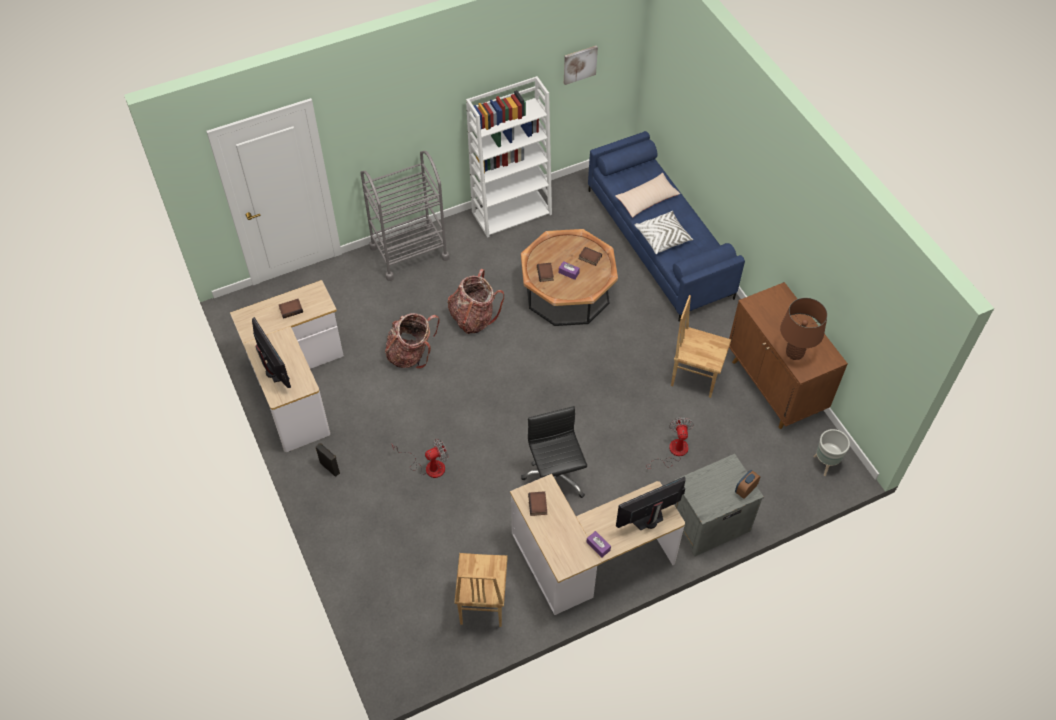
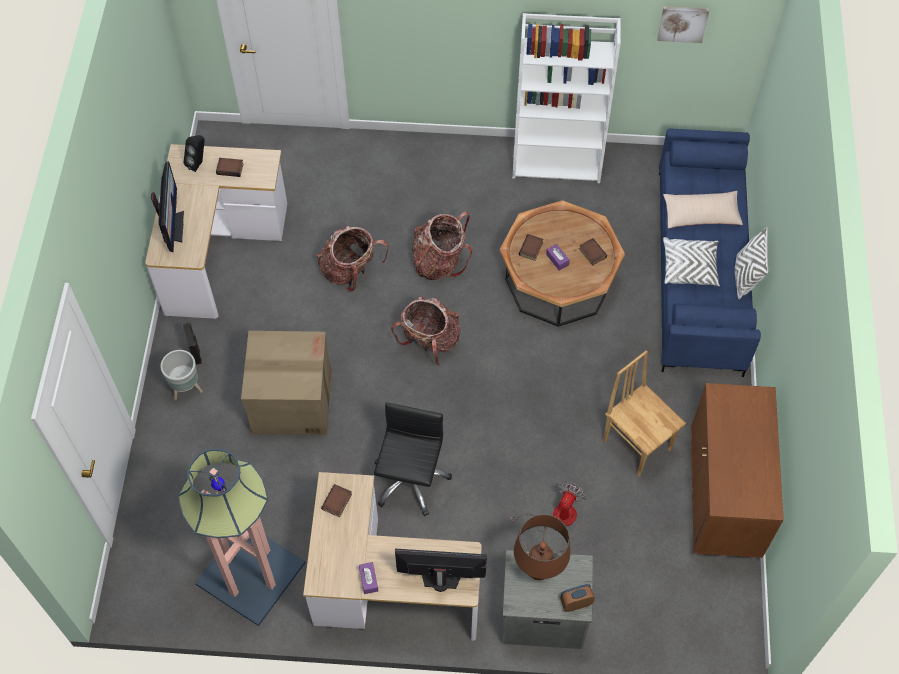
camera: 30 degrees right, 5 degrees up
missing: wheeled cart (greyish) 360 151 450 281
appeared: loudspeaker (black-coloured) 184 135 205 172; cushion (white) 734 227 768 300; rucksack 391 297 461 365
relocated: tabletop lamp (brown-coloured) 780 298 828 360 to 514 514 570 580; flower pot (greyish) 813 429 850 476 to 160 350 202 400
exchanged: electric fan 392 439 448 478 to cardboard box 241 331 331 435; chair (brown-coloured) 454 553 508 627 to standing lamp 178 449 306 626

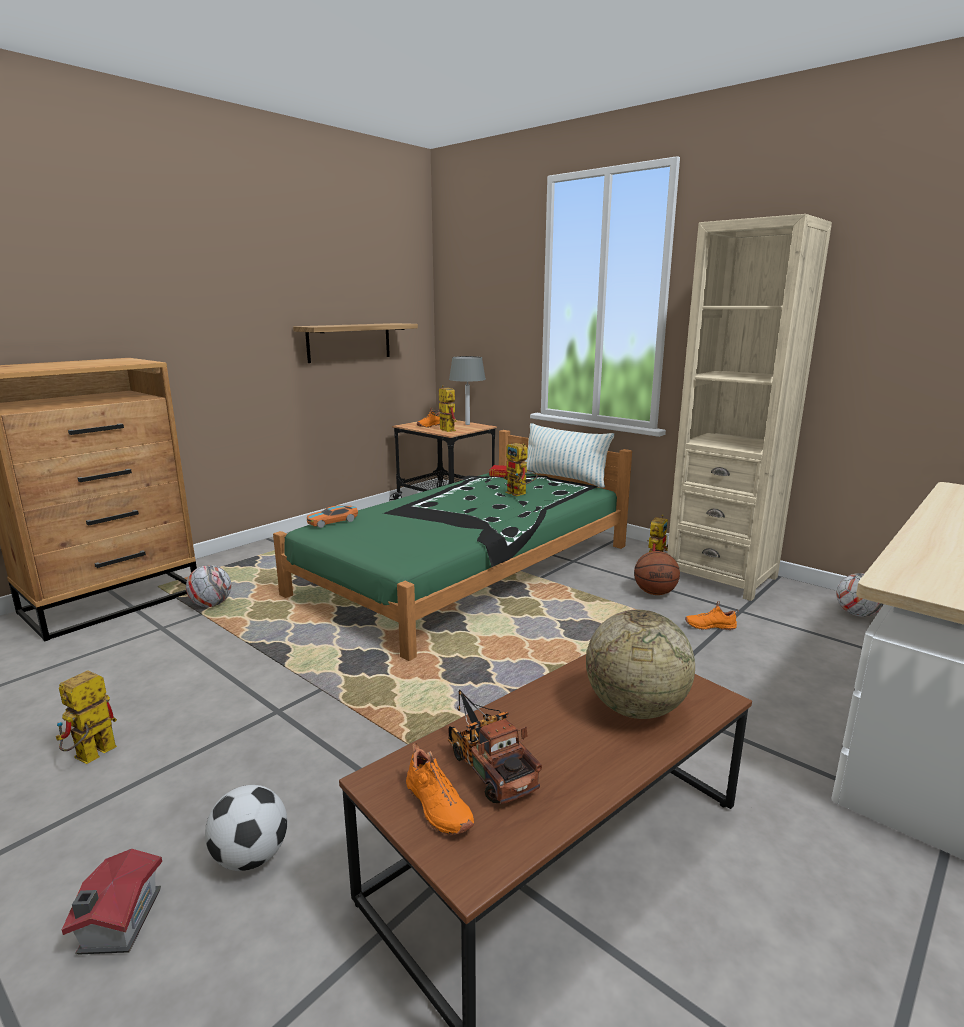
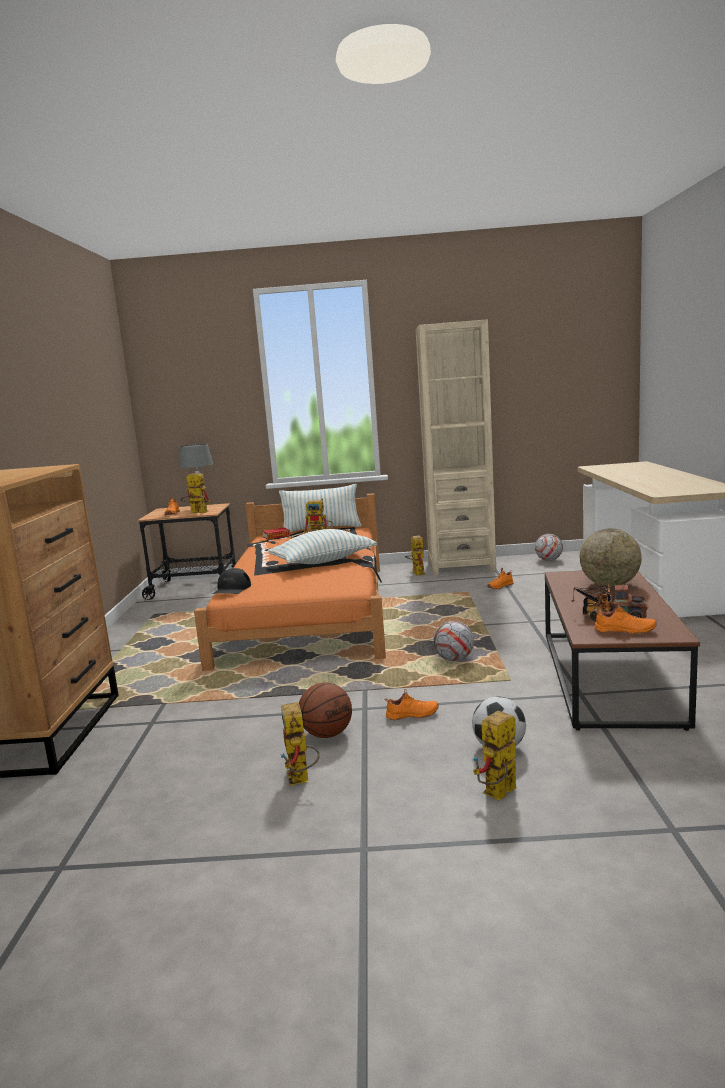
camera: 40 degrees left, 5 degrees down
missing: shelf 293 323 418 363
appeared: cushion 268 529 377 564; shoe (orangey) 385 689 439 720
relocated: basketball ball 634 551 680 595 to 299 682 352 738; football ball 186 565 231 607 to 433 621 474 661
exchanged: miniature car 307 505 358 528 to cap (black-coloured) 213 568 251 594; model house 62 849 162 955 to robot figure 473 711 516 800
colour: sleeping bed (green) 273 430 632 661 to sleeping bed (orangey) 194 493 386 671

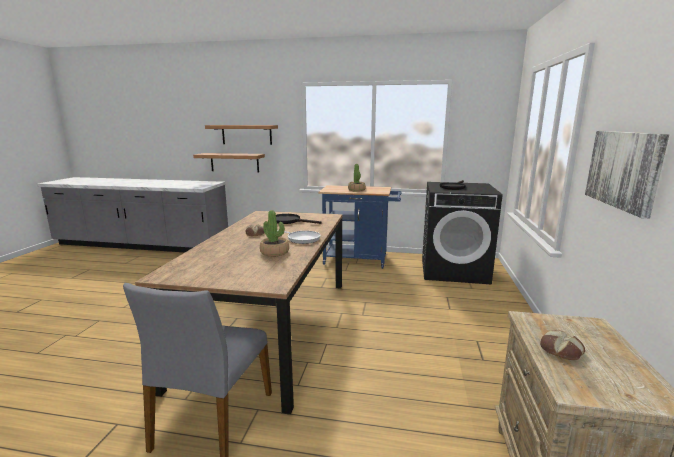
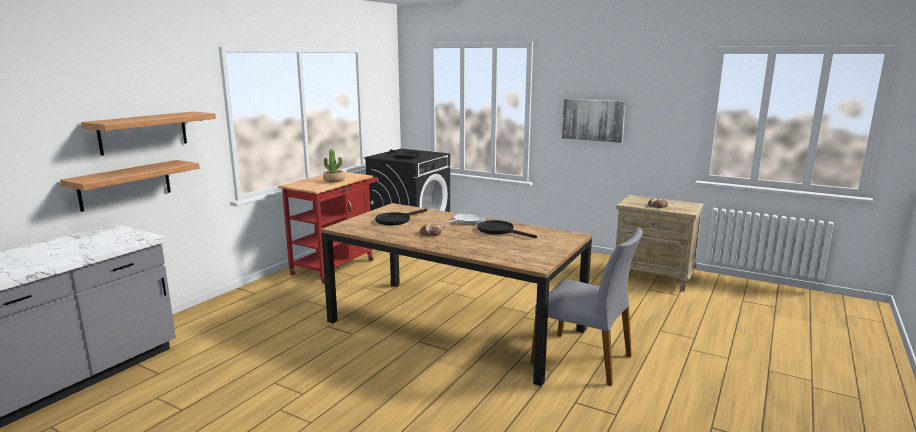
camera: 70 degrees left, 0 degrees up
exchanged: potted plant 260 210 289 257 to frying pan (black-coloured) 477 220 537 238
colour: wheeled cart (blue) 318 185 402 269 to wheeled cart (reddish) 278 172 379 283

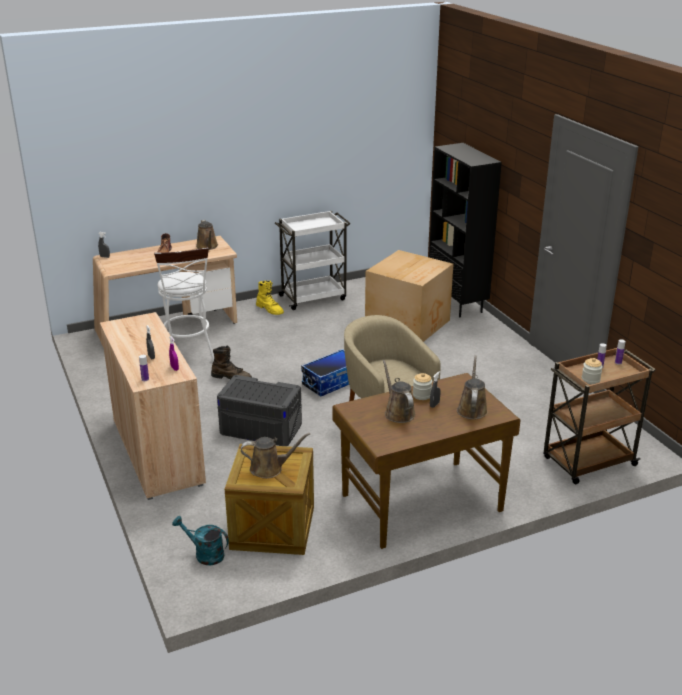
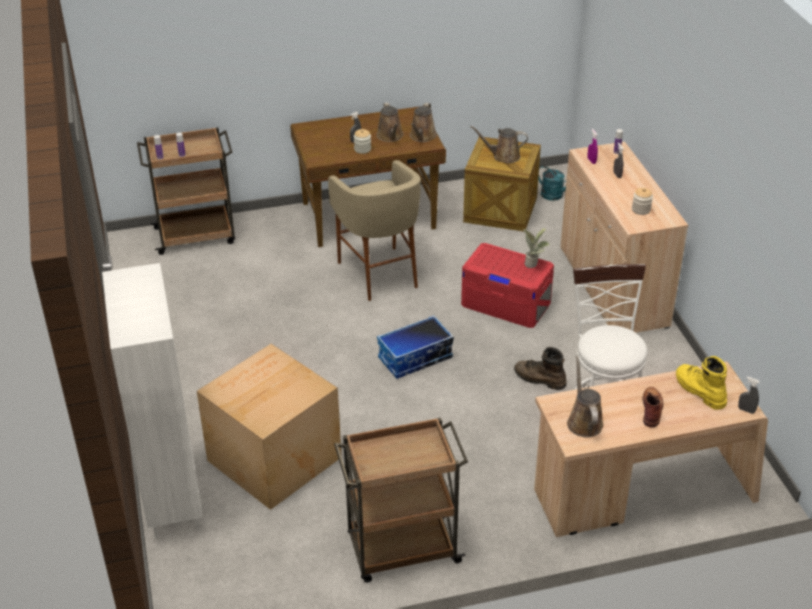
camera: 170 degrees left, 10 degrees up
appeared: potted plant 523 228 550 268
relocated: high-top boot (yellowish) 256 281 284 315 to 676 356 727 410; watering can (brown-coloured) 457 355 488 420 to 410 103 437 142; storage jar 582 358 603 385 to 632 188 653 215
colour: bookcase (black-coloured) 429 143 502 318 to bookcase (white) 102 263 202 539; wheeled cart (white) 275 211 351 310 to wheeled cart (brown-coloured) 334 417 468 582; storage box (greyish) 217 375 302 446 to storage box (reddish) 461 243 554 328

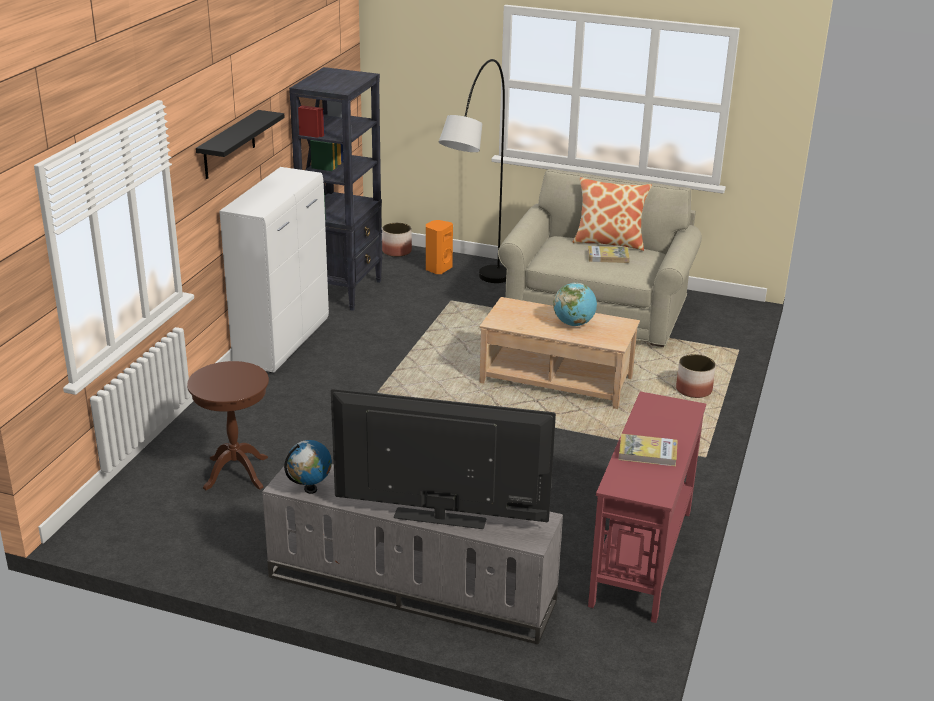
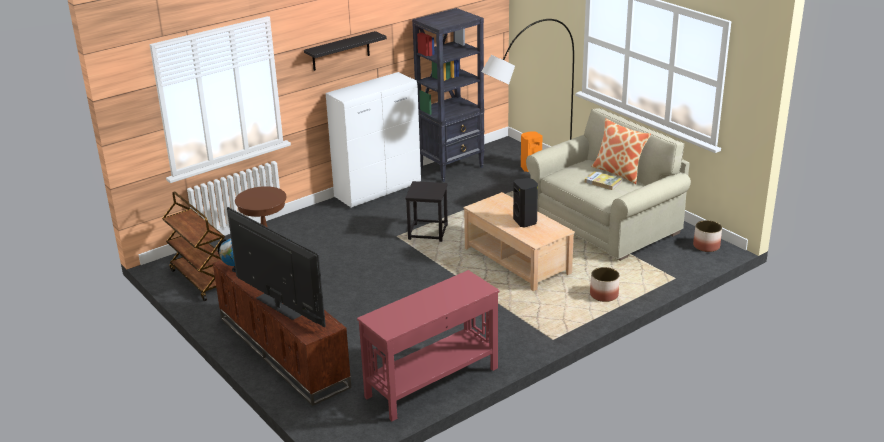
camera: 35 degrees right, 0 degrees up
missing: volume 618 434 678 466
appeared: stool (black-coloured) 405 181 448 242; wheeled cart (brown-coloured) 162 191 225 301
relocated: flower pot 382 223 412 257 to 693 220 722 252
exchanged: world globe 553 283 597 326 to loudspeaker (black-coloured) 513 178 538 228
colour: media console (greyish) 263 464 563 644 to media console (brown-coloured) 213 260 351 406

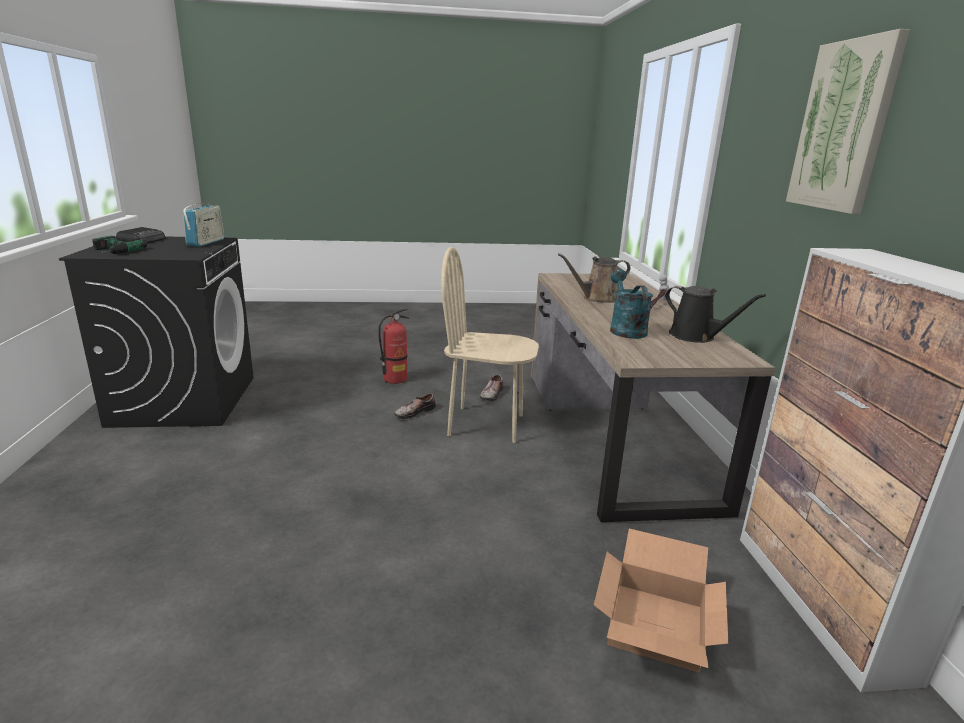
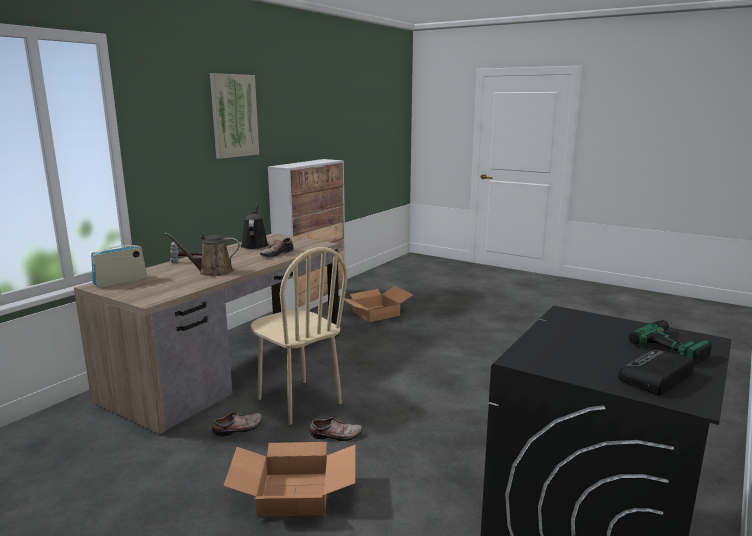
camera: 140 degrees left, 5 degrees down
relocated: radio 183 201 225 247 to 91 239 147 288
exchanged: watering can (blue-green) 610 270 653 339 to shoe 260 238 294 257; extinguisher 378 308 409 384 to cardboard box 223 442 355 517
spun: watering can (brown-coloured) 558 253 631 303 = 164 233 240 276 150 degrees clockwise

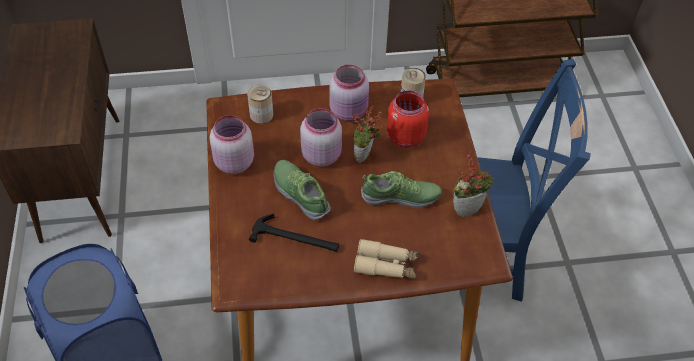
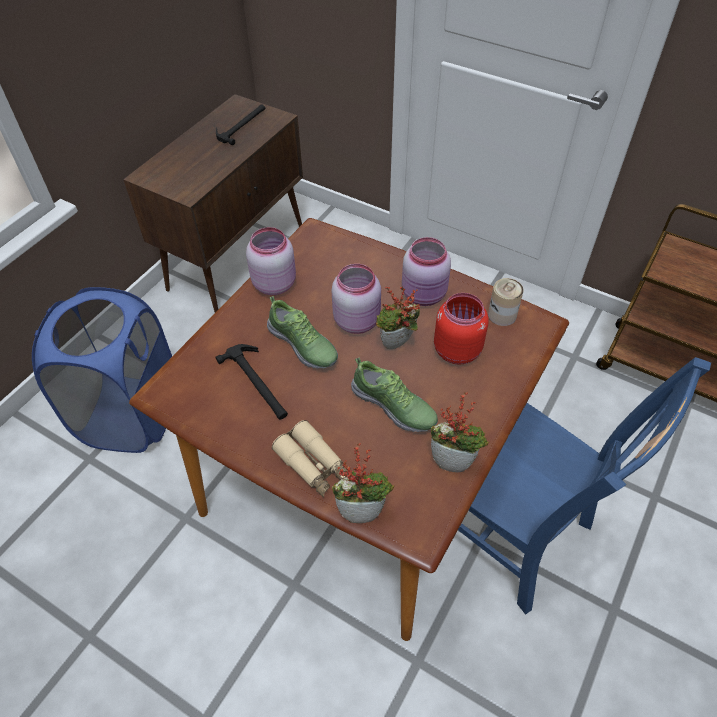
camera: 40 degrees right, 0 degrees up
missing: sealed can 247 84 273 124
appeared: tool hammer 216 104 265 145; potted plant 332 443 394 523
spun: shoe 273 160 331 221 = 267 296 338 369 135 degrees clockwise

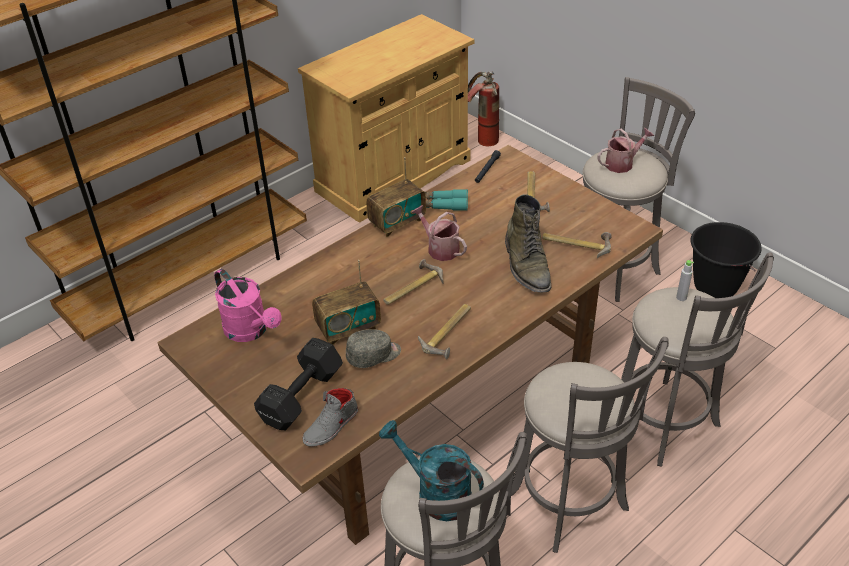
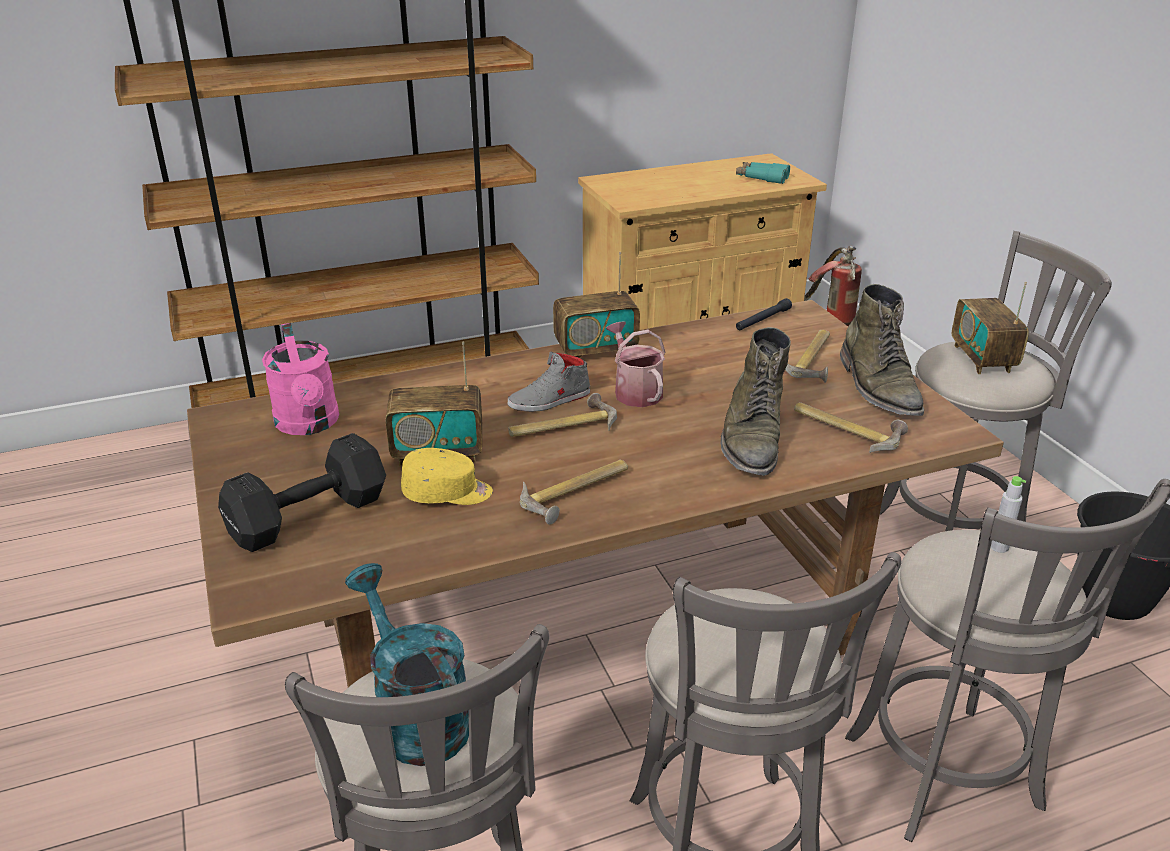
camera: 20 degrees right, 10 degrees down
appeared: high-top boot (green) 840 284 924 416
relocated: binoculars (blue-green) 425 189 468 211 to 736 162 790 184; shoe (greyish) 303 388 358 447 to 508 352 590 412
exchanged: watering can 598 128 654 173 to radio 952 282 1029 374
colour: cap (greyish) 346 329 401 368 to cap (yellowish) 401 448 493 505

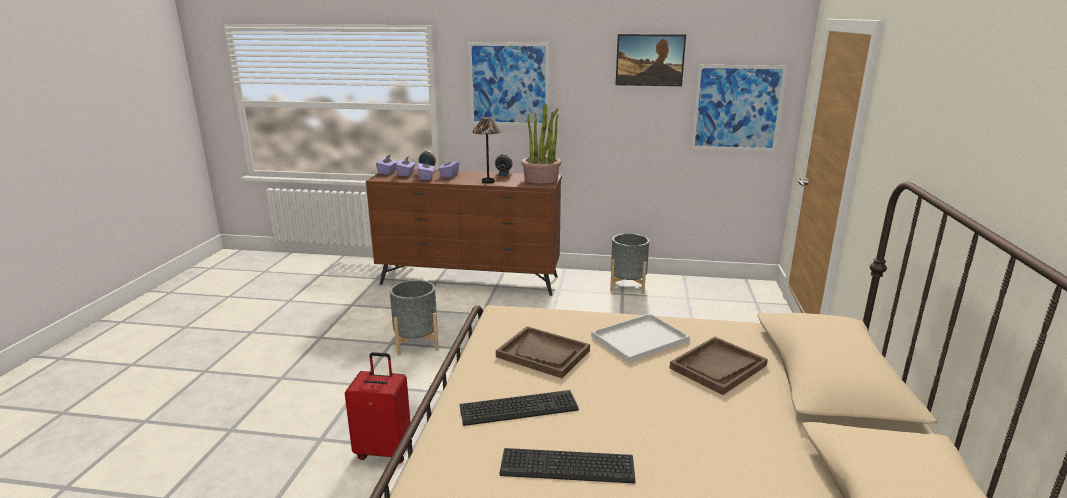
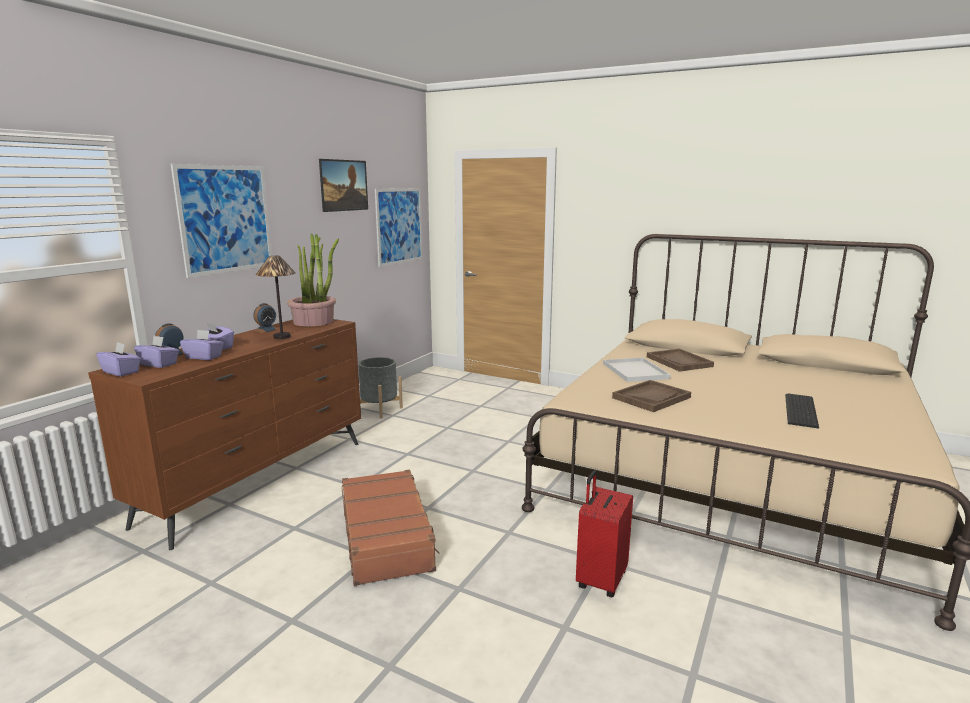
camera: 70 degrees left, 5 degrees down
missing: PC keyboard 460 390 579 426
exchanged: flower pot (greyish) 390 280 439 355 to piece of luggage (brown-coloured) 342 470 440 586

